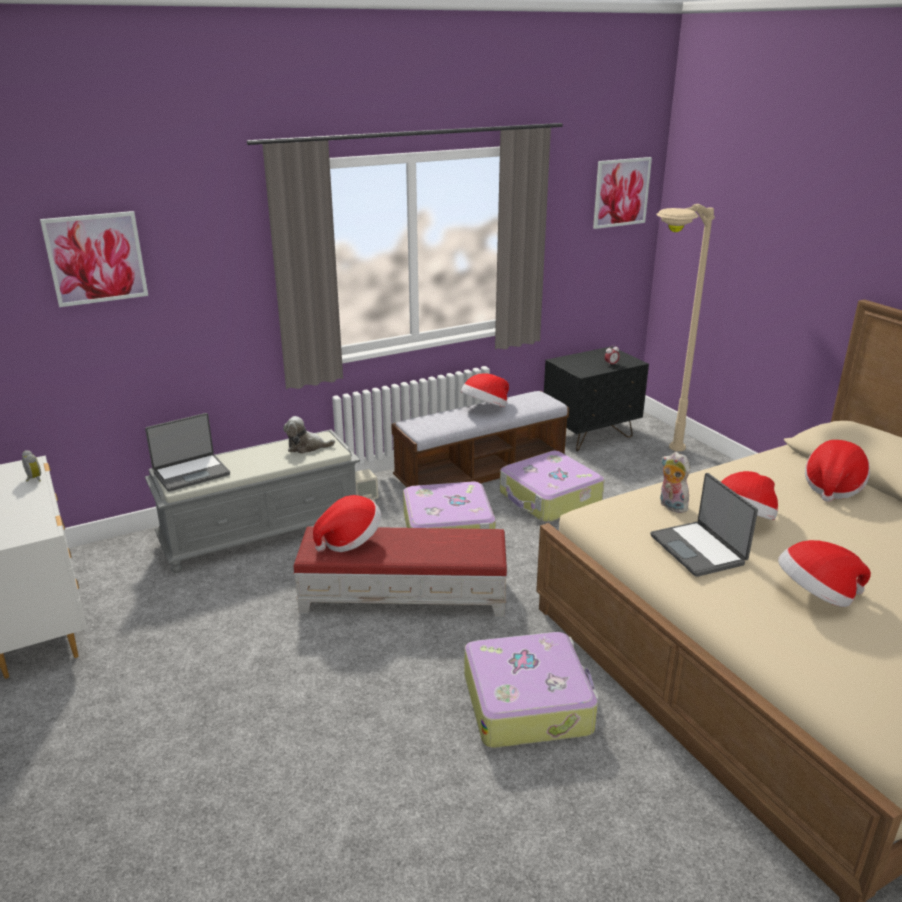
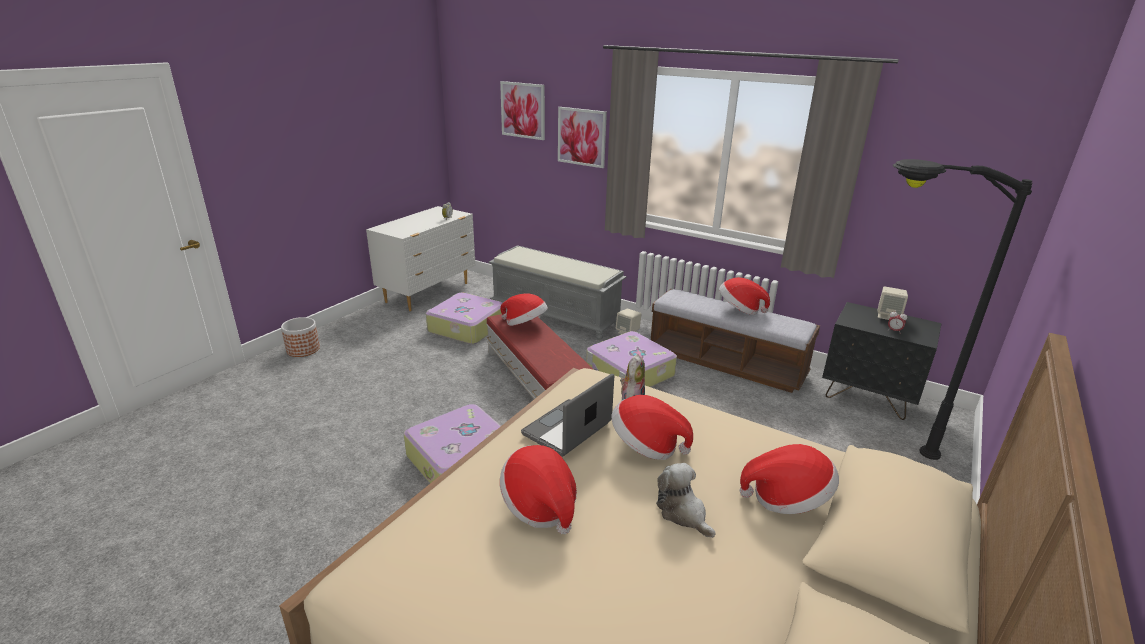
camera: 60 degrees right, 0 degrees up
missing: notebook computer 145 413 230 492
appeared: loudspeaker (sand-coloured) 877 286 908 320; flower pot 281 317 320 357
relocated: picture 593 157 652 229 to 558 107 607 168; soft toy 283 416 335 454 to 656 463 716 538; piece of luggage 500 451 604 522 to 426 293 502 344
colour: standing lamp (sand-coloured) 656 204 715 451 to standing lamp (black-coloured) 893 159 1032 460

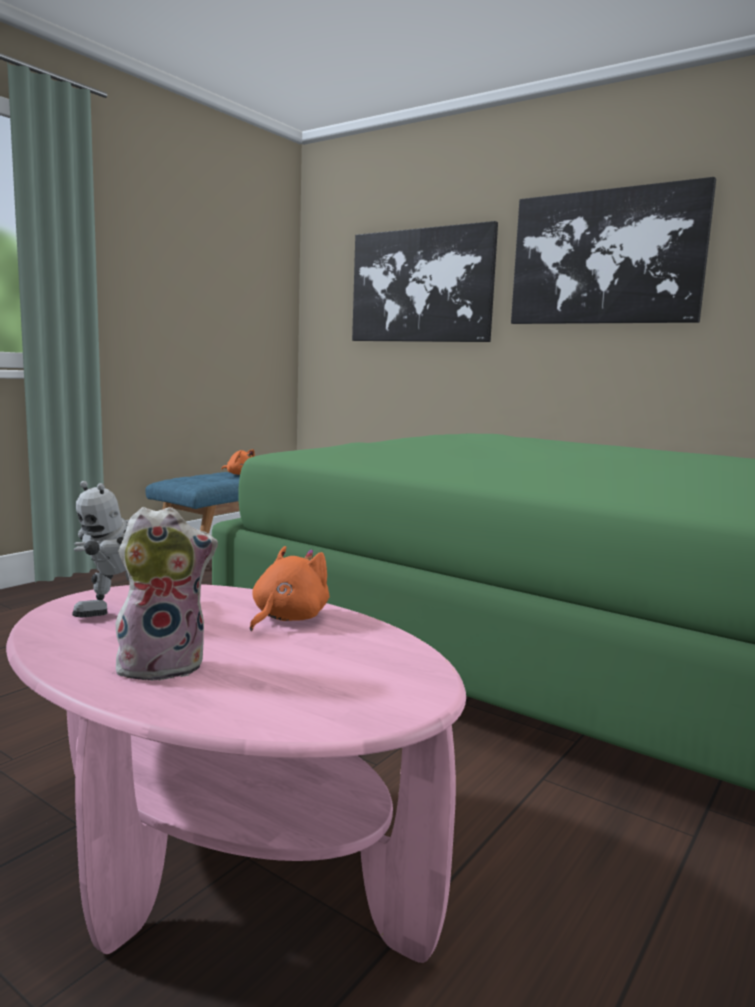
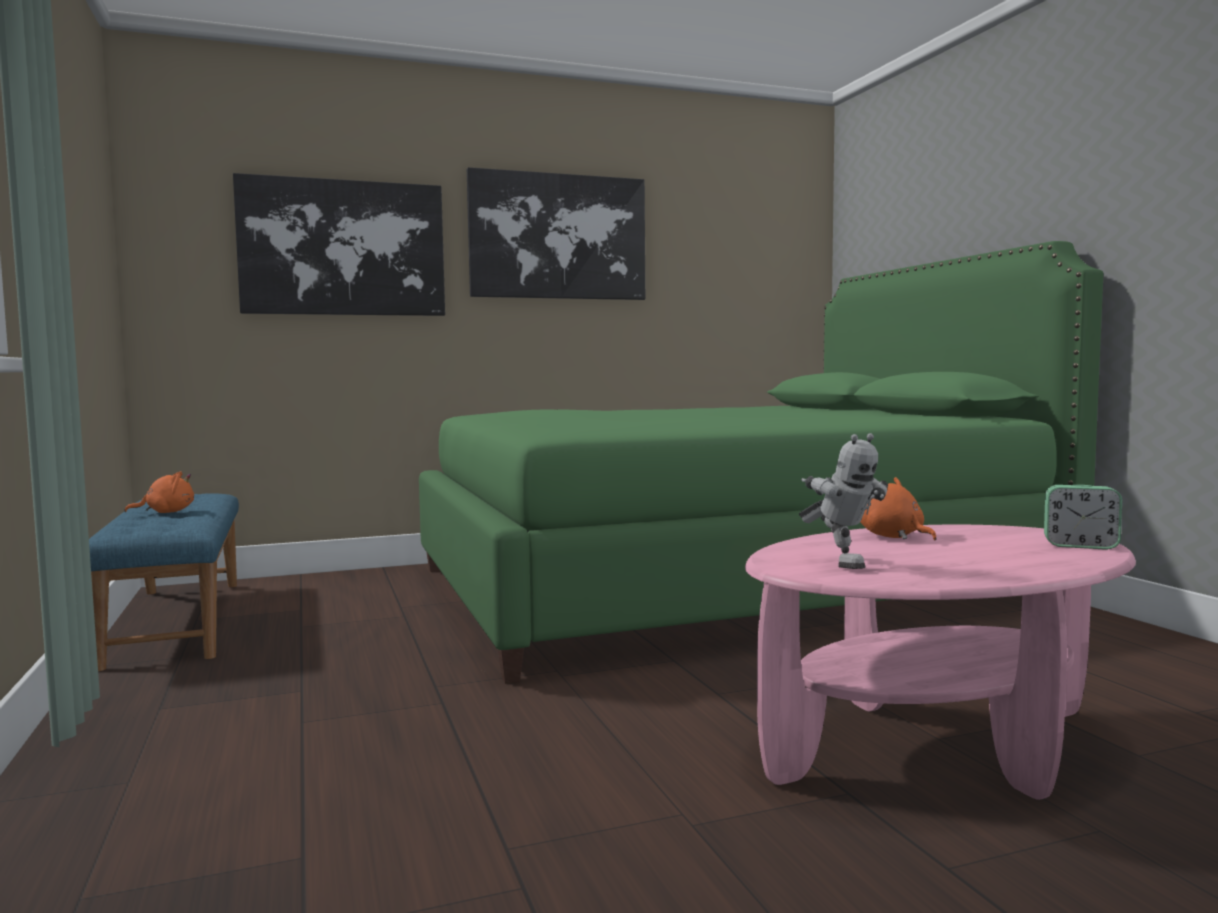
camera: 55 degrees left, 5 degrees down
missing: soft toy 114 507 218 681
appeared: alarm clock 1044 485 1122 550

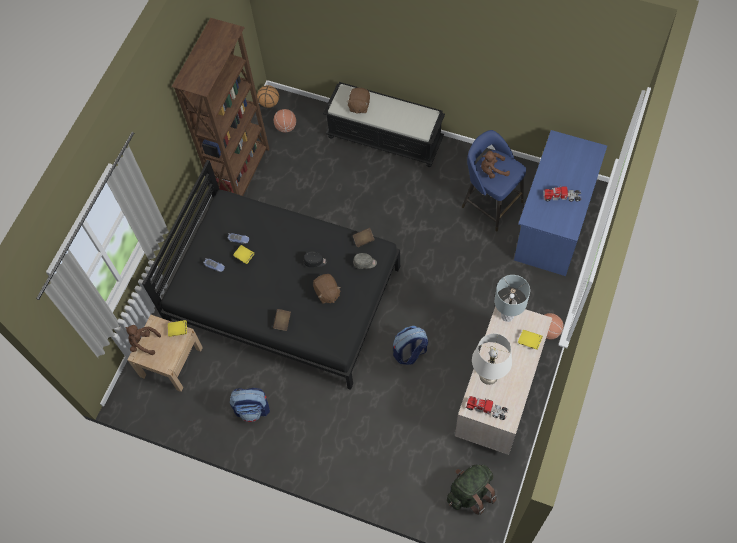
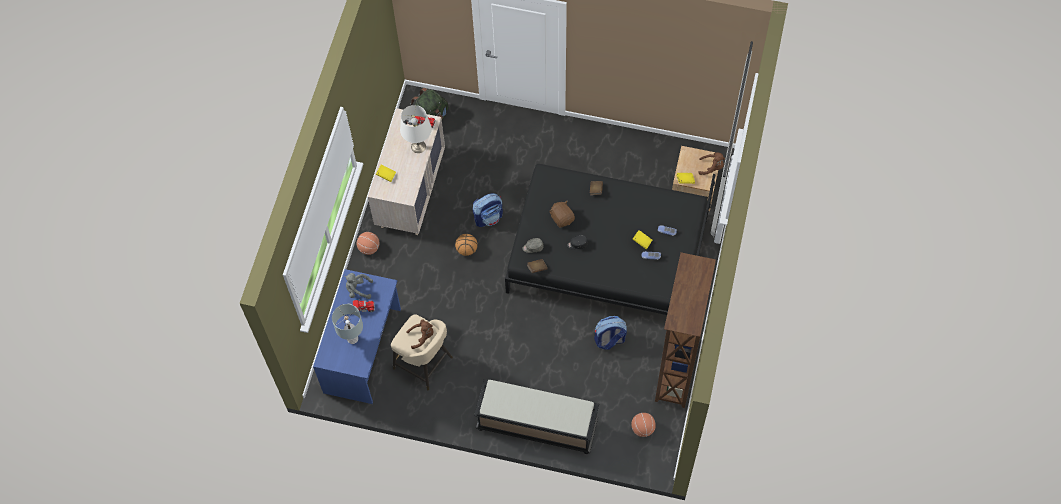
camera: 170 degrees right, 0 degrees up
missing: soft toy (brown-coloured) 346 87 370 114
appeared: soft toy (greyish) 344 273 373 299
relocated: basketball ball 257 85 279 108 to 455 234 478 256; tabletop lamp (greyish) 494 275 530 322 to 332 304 363 344; rucksack 230 388 270 422 to 594 316 627 350
colour: stool (blue) 462 130 526 231 to stool (sand-coloured) 391 314 453 391

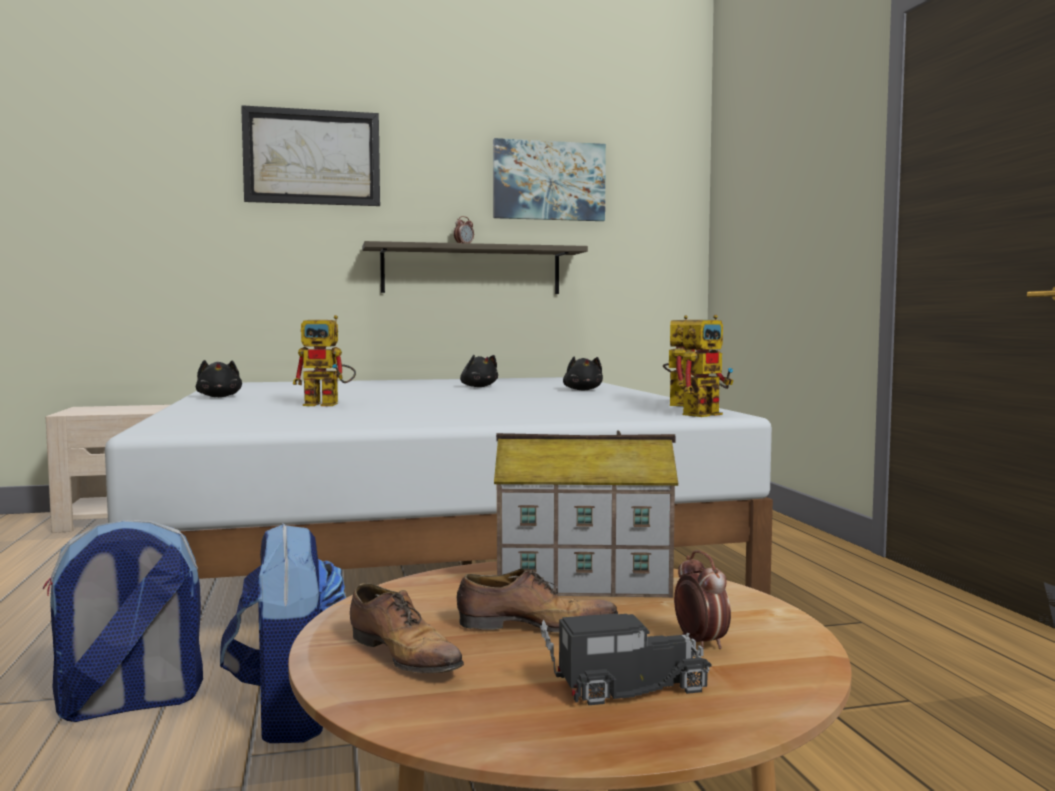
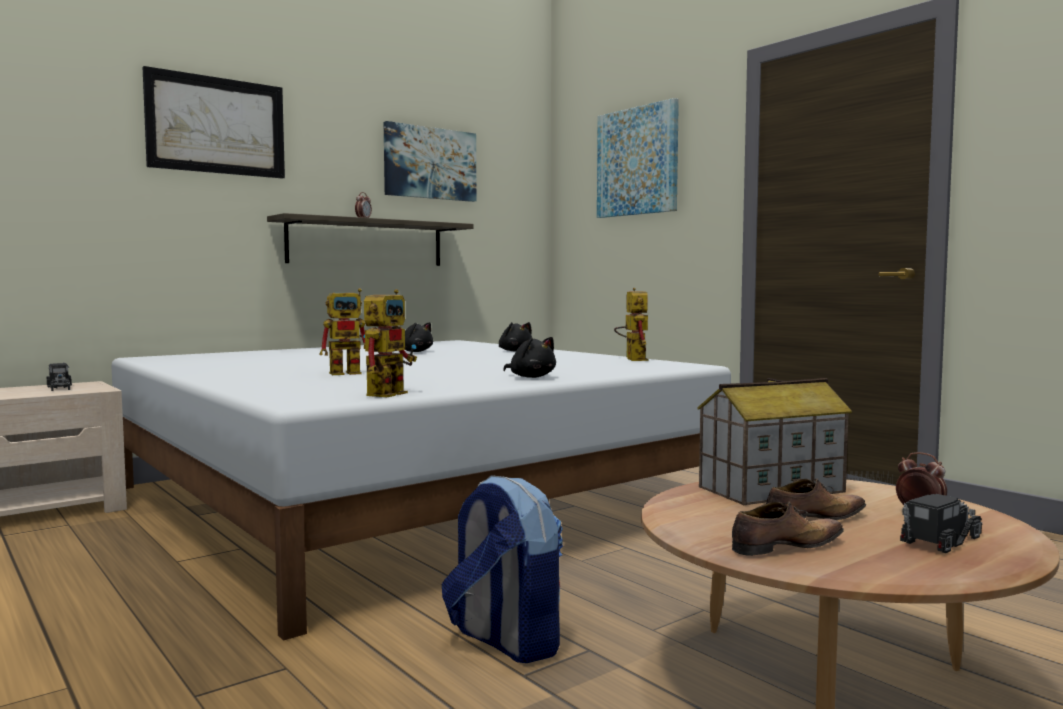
camera: 25 degrees left, 0 degrees up
missing: rucksack 43 520 203 722
appeared: picture 597 98 679 218; toy lorry 47 362 72 391
relocated: robot figure 683 315 734 417 to 364 289 417 397; soft toy (black-coloured) 196 360 242 397 to 503 337 556 378
spun: shoe 350 583 464 680 = 732 502 844 556 45 degrees counterclockwise

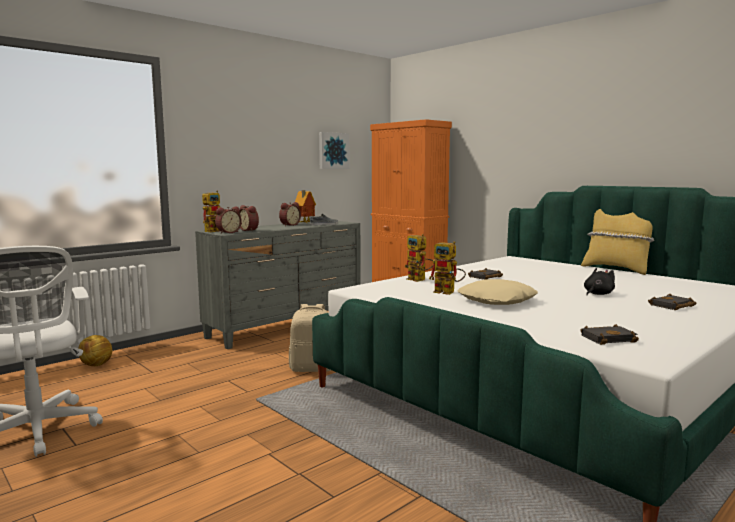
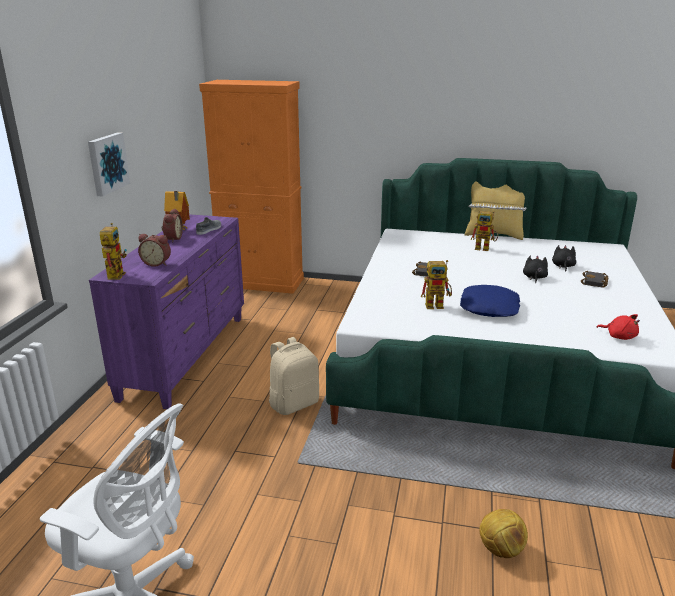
camera: 35 degrees left, 15 degrees up
missing: alarm clock 215 207 242 234
appeared: soft toy (black-coloured) 552 245 576 272
relocated: picture 319 132 350 169 to 88 132 130 196; robot figure 405 234 433 282 to 471 211 498 251; football ball 78 335 112 366 to 479 509 528 558
exchanged: volume (black-coloured) 580 324 639 345 to soft toy (reddish) 596 314 640 340
colour: chest of drawers (greyish) 195 221 361 349 to chest of drawers (purple) 89 214 244 409; cushion (sand-coloured) 458 279 538 305 to cushion (blue) 460 285 520 317

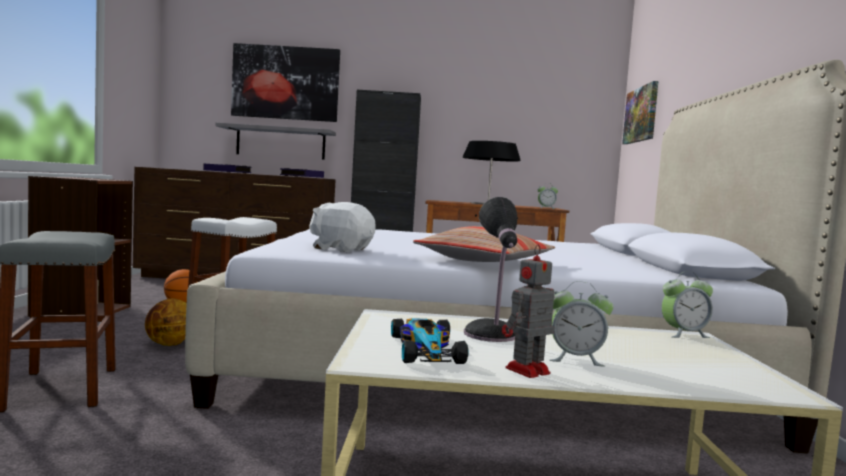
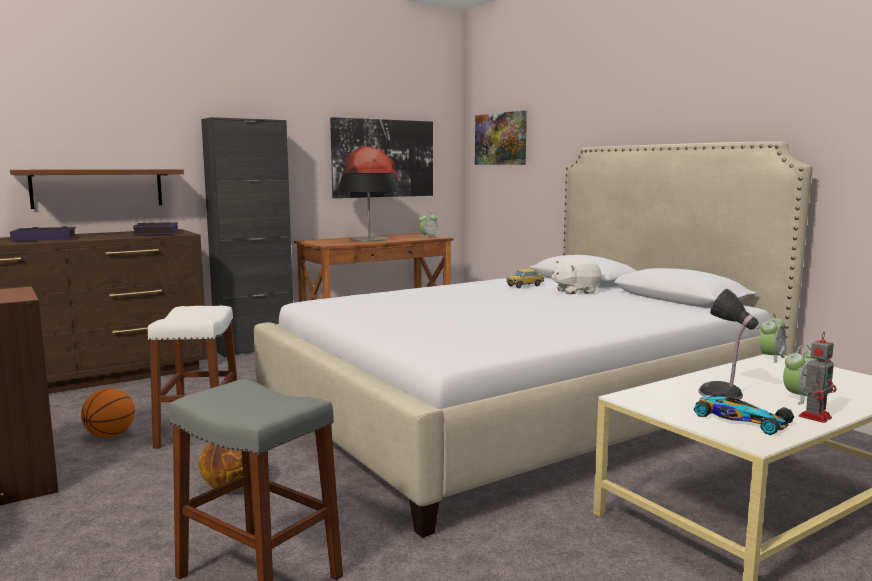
camera: 35 degrees left, 5 degrees up
missing: cushion 413 226 555 262
appeared: miniature car 506 269 544 288
relocated: picture 231 43 340 122 to 330 117 433 198; soft toy (white) 309 202 376 252 to 551 257 602 294
colour: shelf (greyish) 215 123 336 160 to shelf (brown-coloured) 10 169 184 209
spun: robot figure 502 245 555 378 = 799 332 837 423 150 degrees counterclockwise

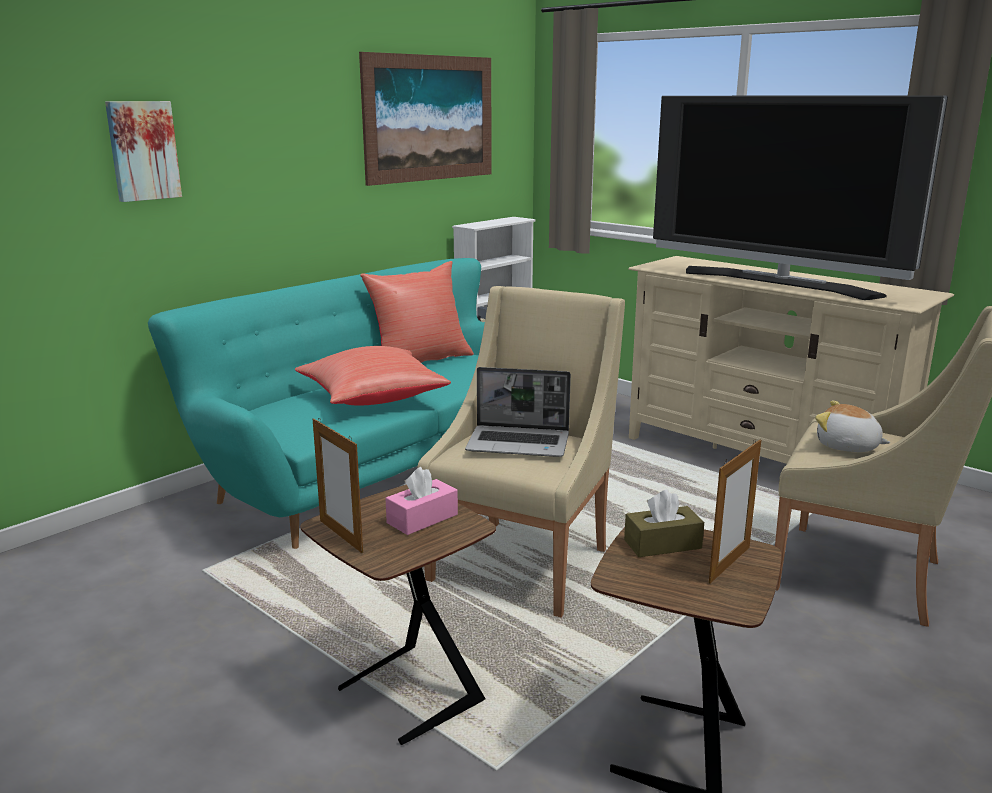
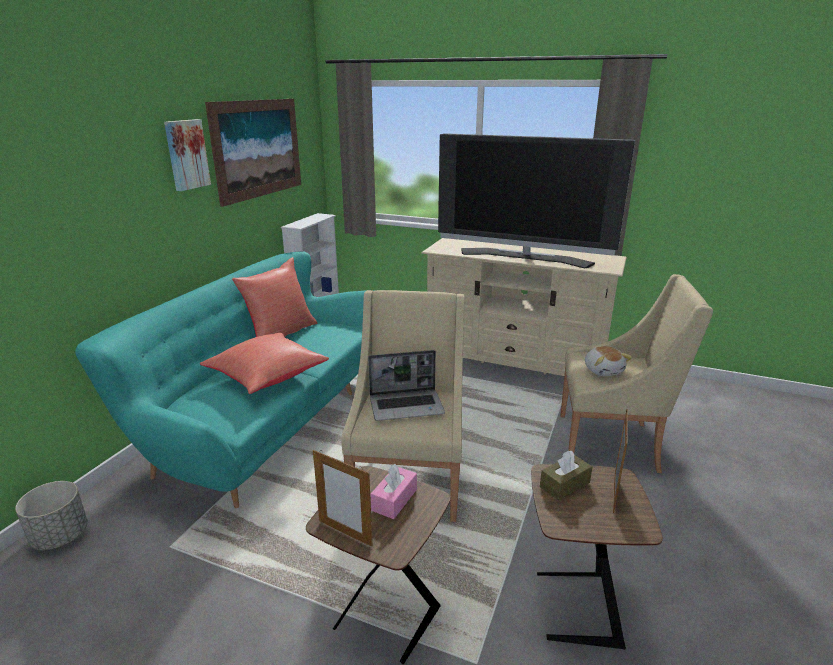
camera: 20 degrees left, 5 degrees up
appeared: flower pot (greyish) 15 481 88 550
relocated: picture 105 101 182 202 to 164 119 211 191
spun: soft toy 815 401 891 452 = 585 346 632 376 120 degrees counterclockwise

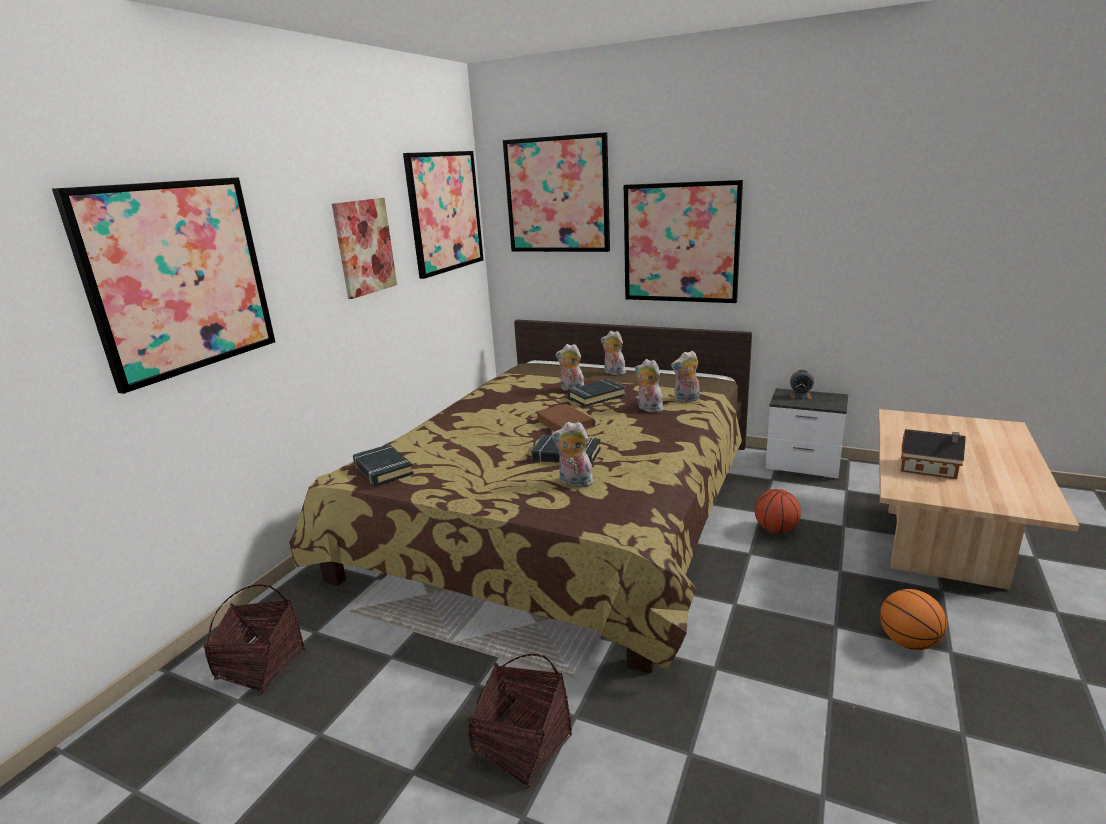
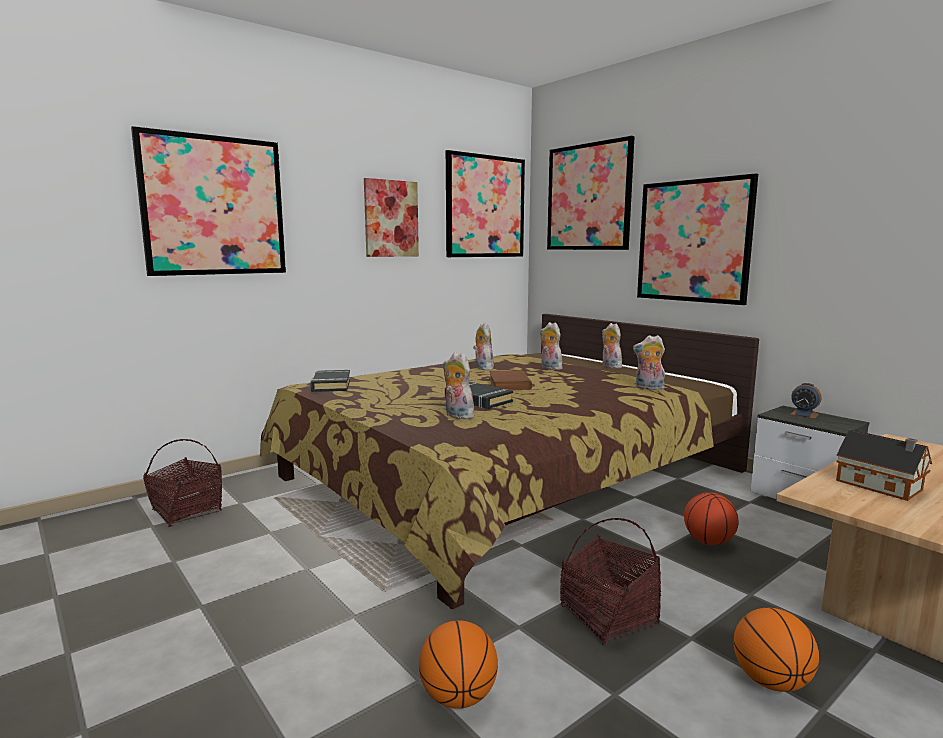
camera: 25 degrees right, 10 degrees down
missing: volume (black-coloured) 568 379 626 407
appeared: basketball ball 419 620 498 709
relocated: soft toy 635 359 663 413 to 473 322 494 370; storage basket 468 654 572 789 to 560 518 661 645

